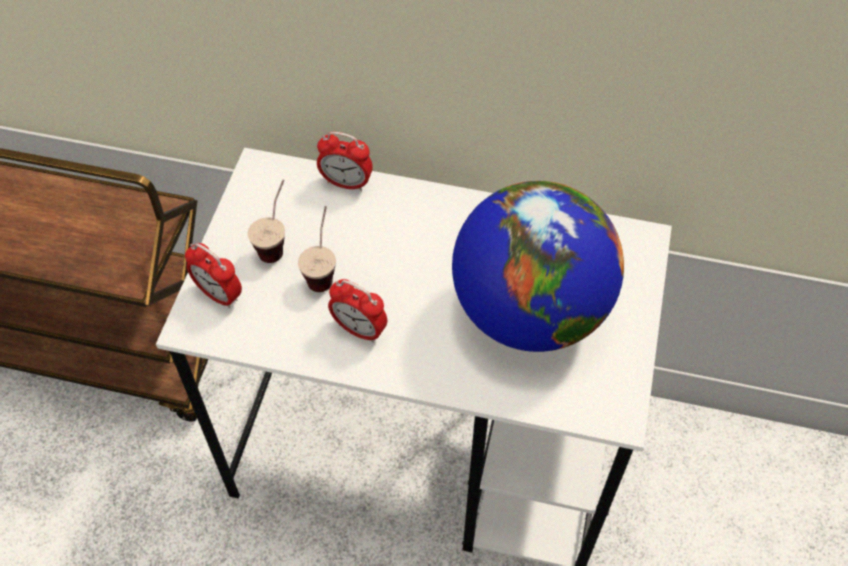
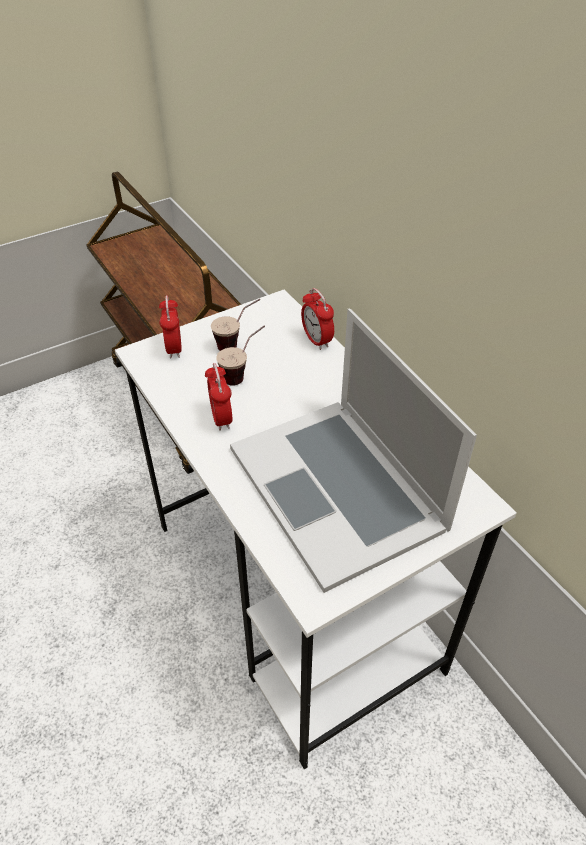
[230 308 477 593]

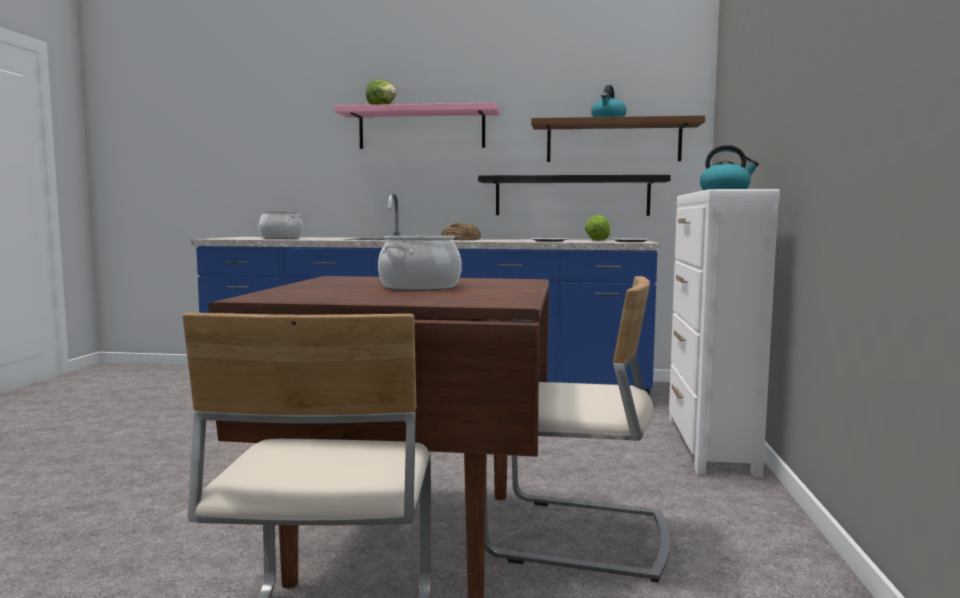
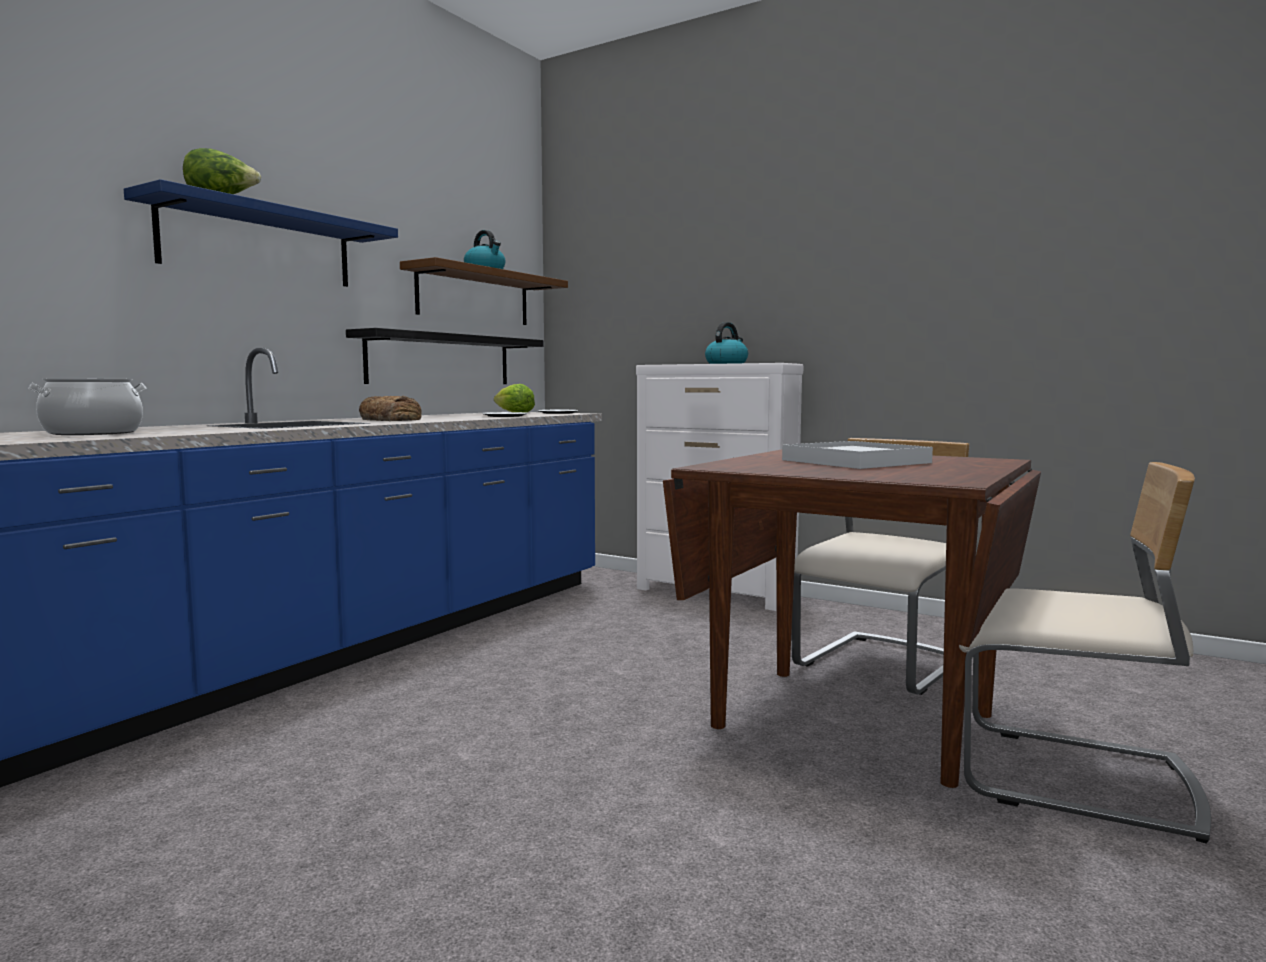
[124 179 398 287]
[782 441 933 469]

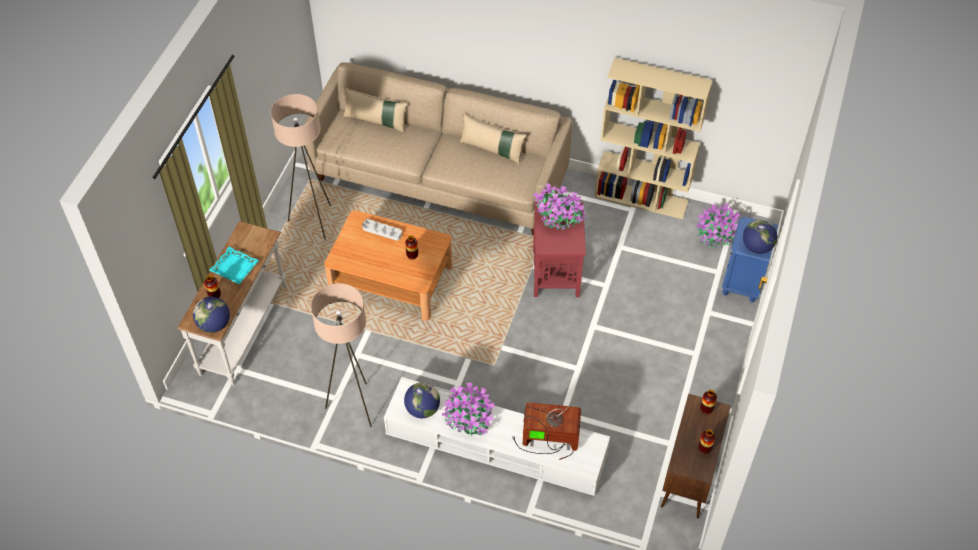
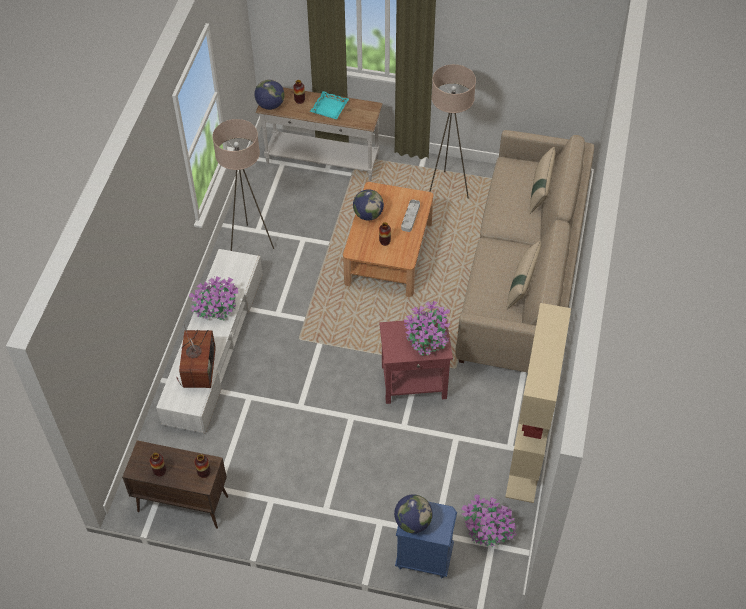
[353 189 384 220]

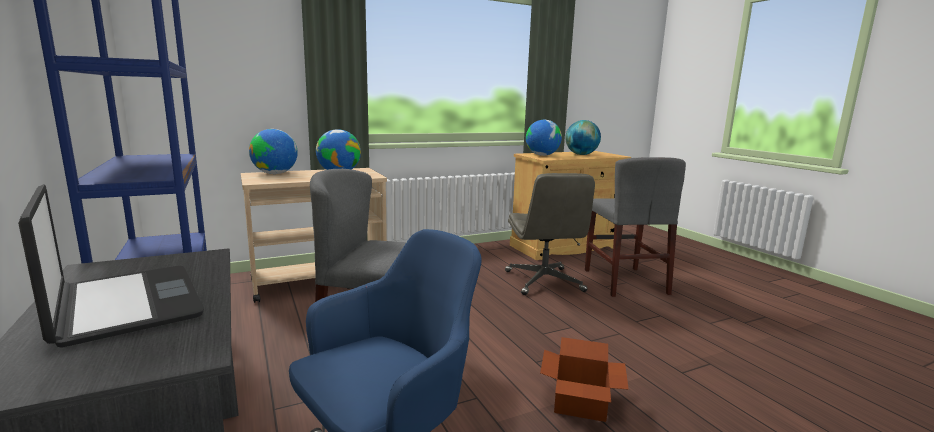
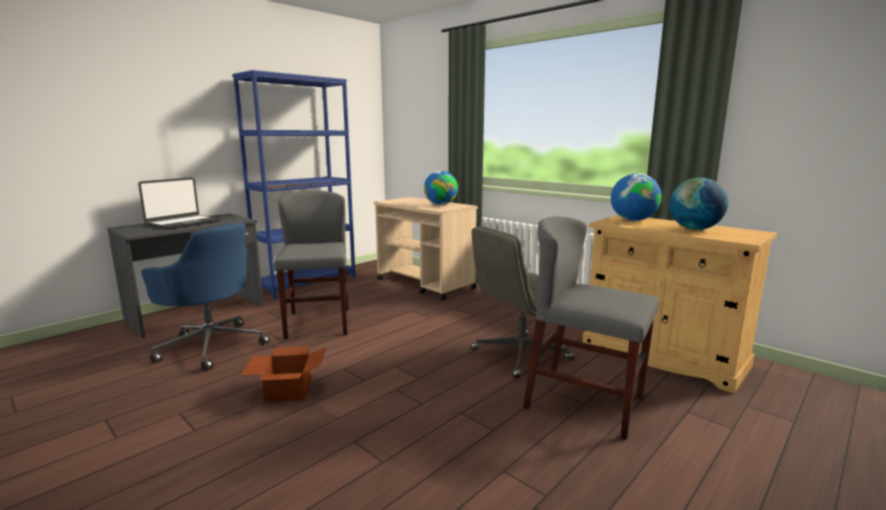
[249 129 298 174] (first image)
[523 216 659 440]

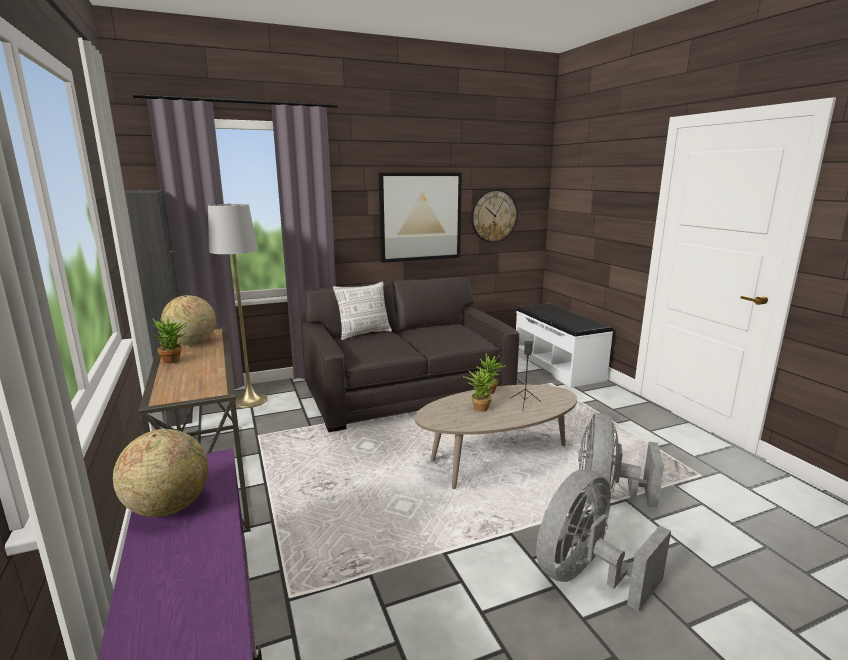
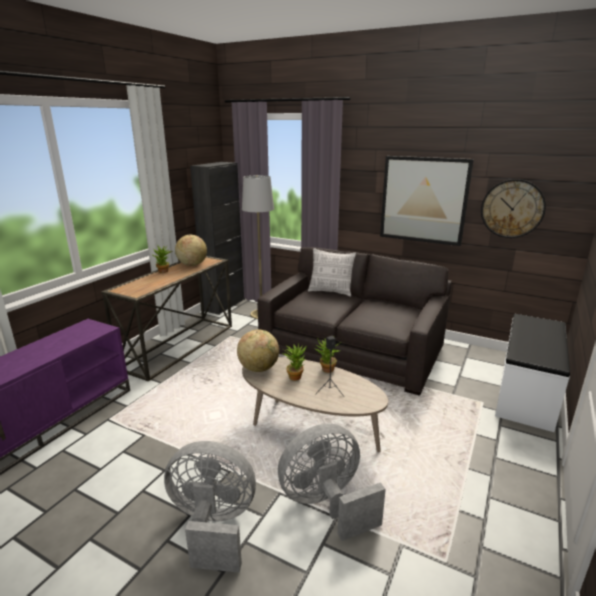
[237 329 279 372]

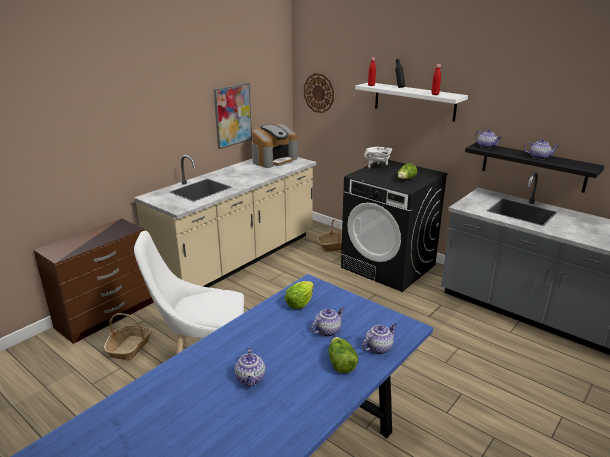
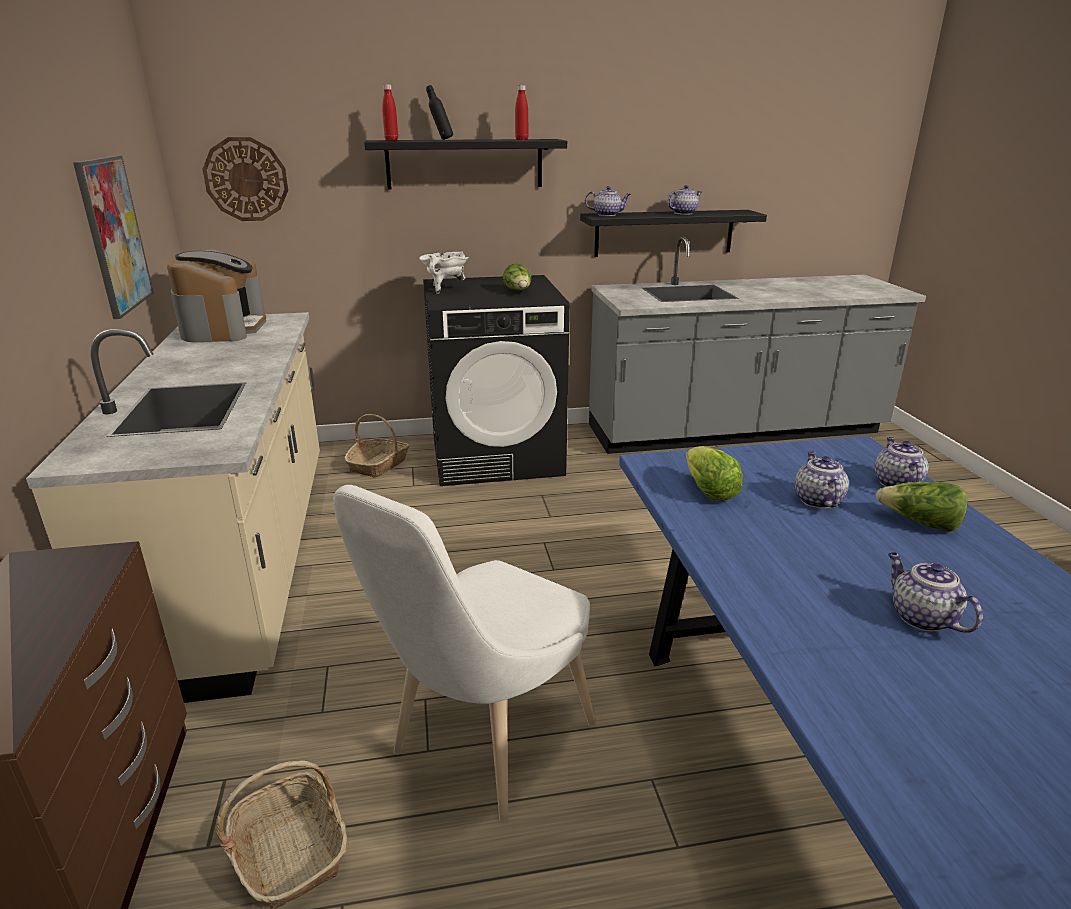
[364 139 567 190]
[888 552 983 633]

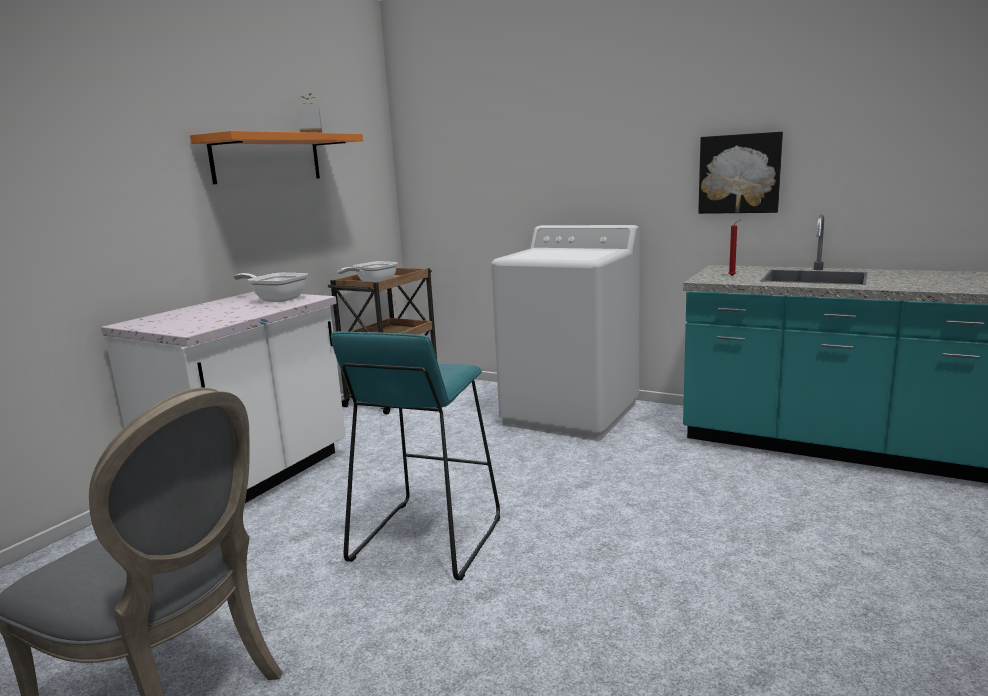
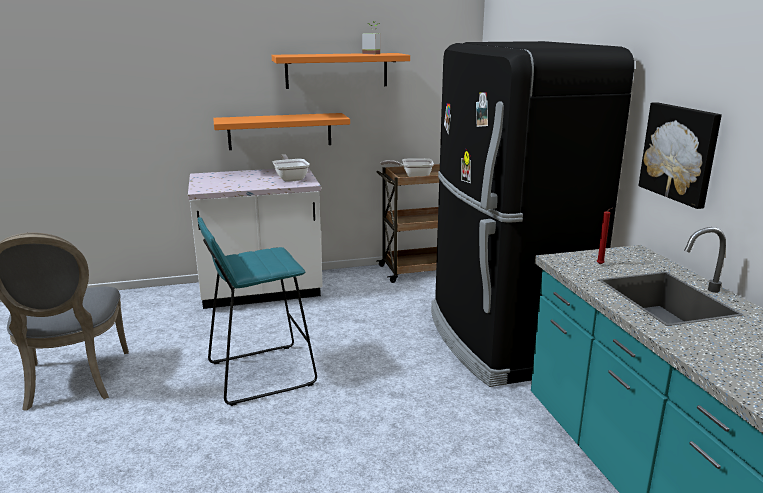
[431 41 634 387]
[213 113 350 150]

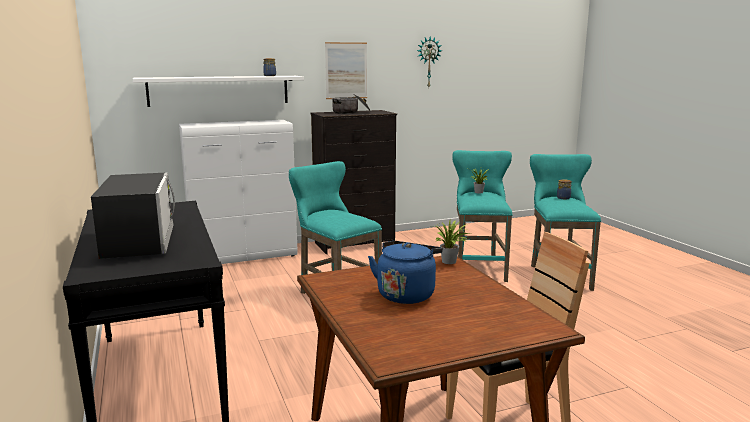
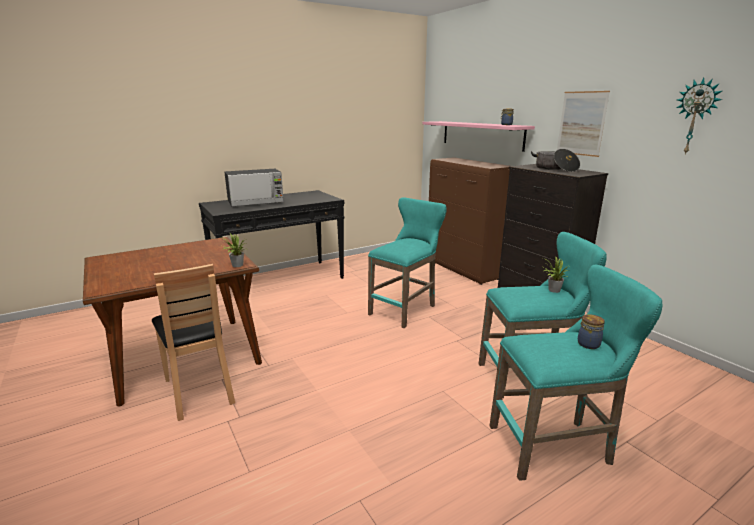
[422 121 535 152]
[429 157 510 285]
[368 241 443 304] (first image)

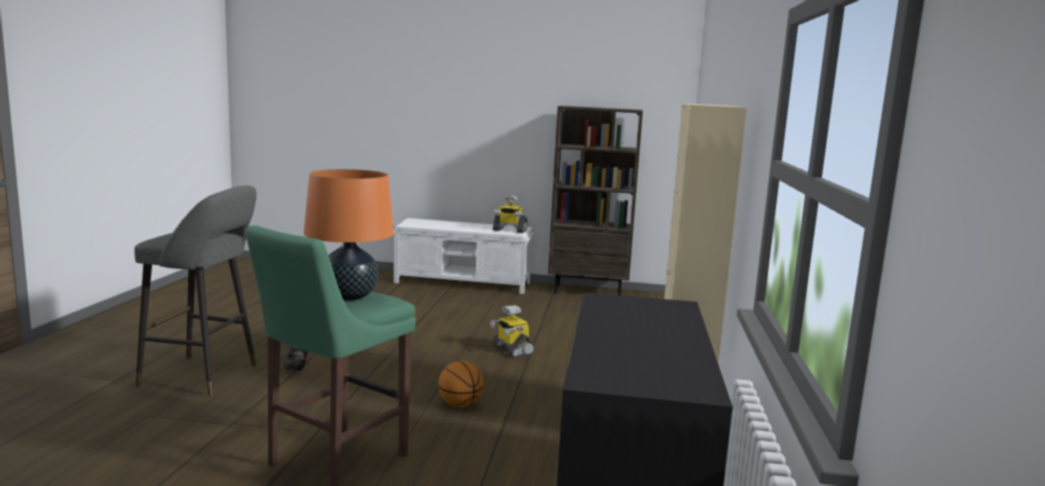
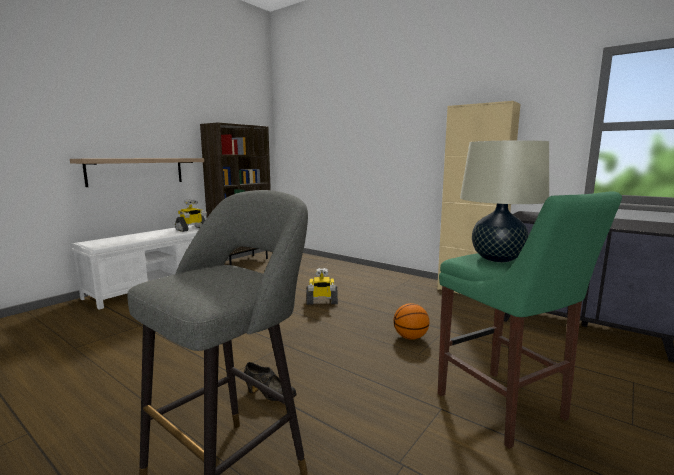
[460 140 549 262]
[70 158 204 187]

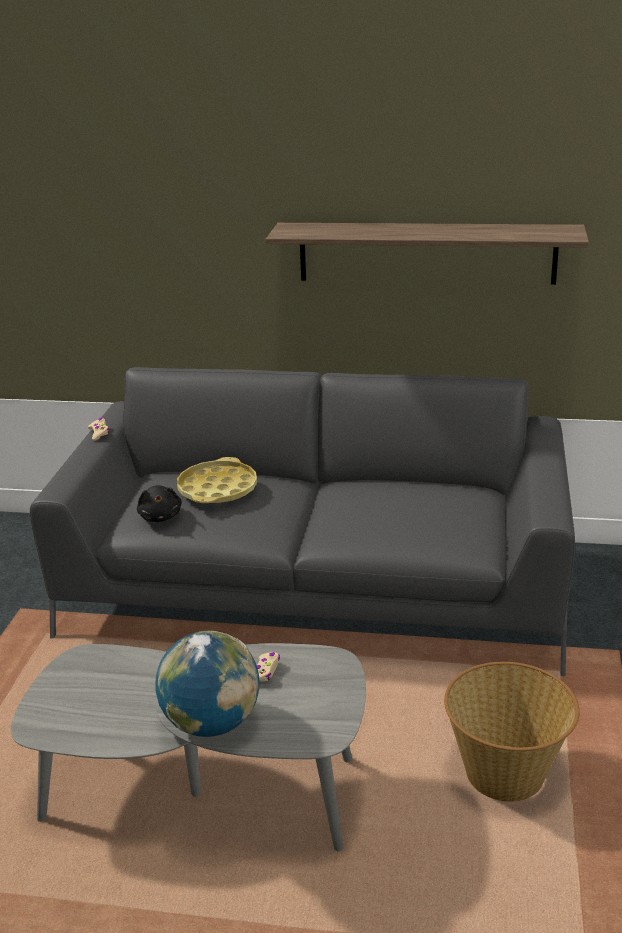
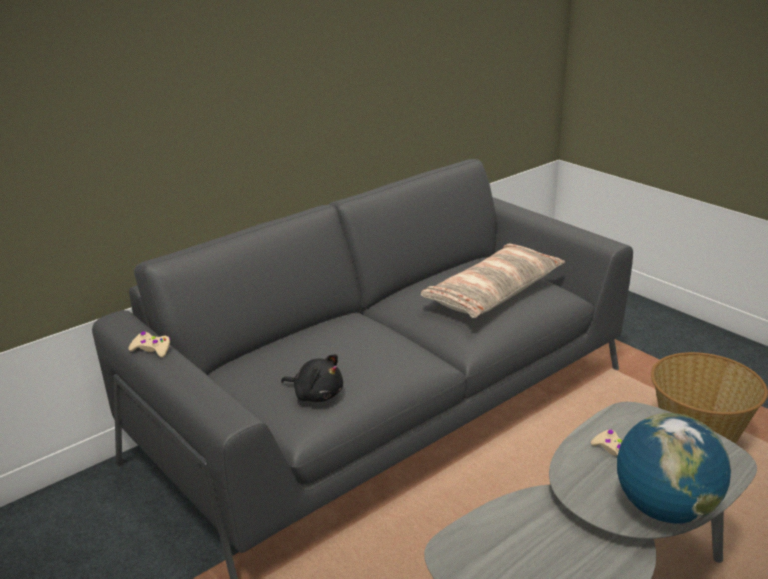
[266 223 589 285] (first image)
[177 457 257 503] (first image)
[421 244 565 318]

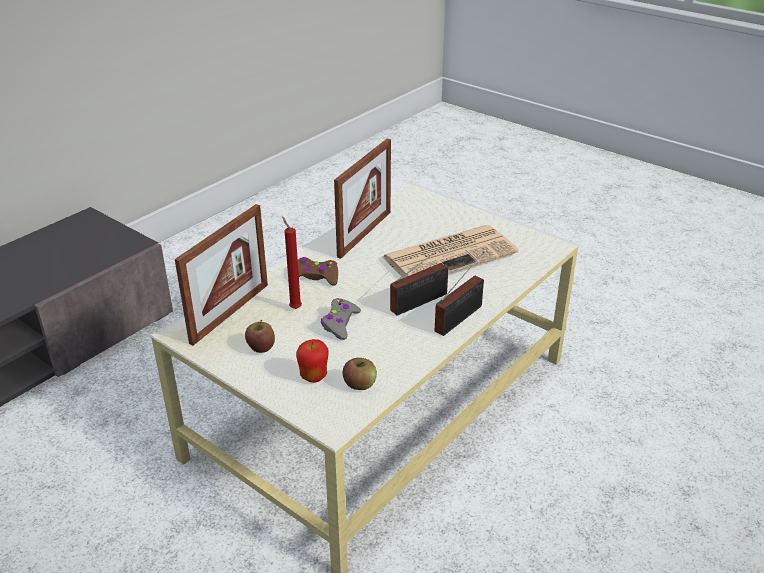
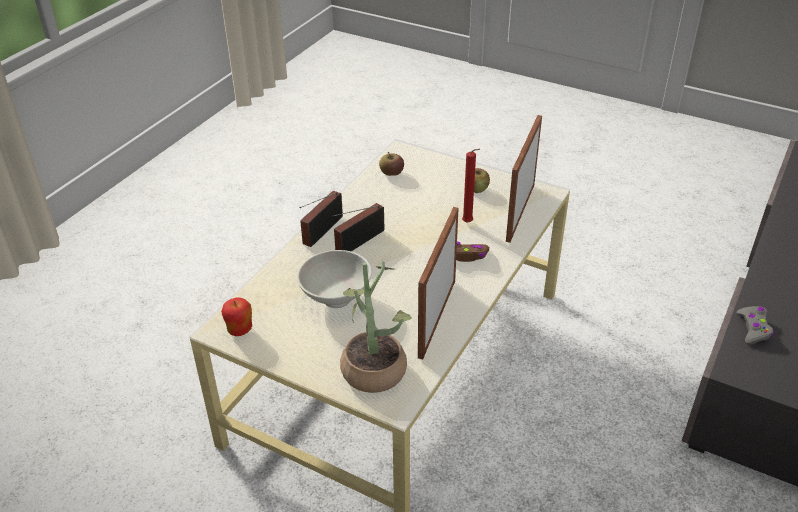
[297 250 372 308]
[737 306 774 345]
[221 298 252 336]
[340 262 412 393]

